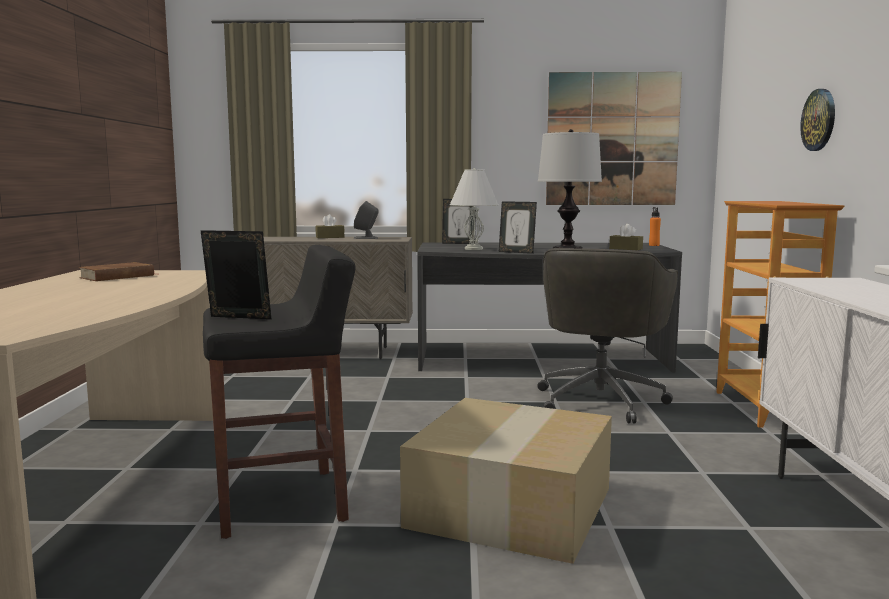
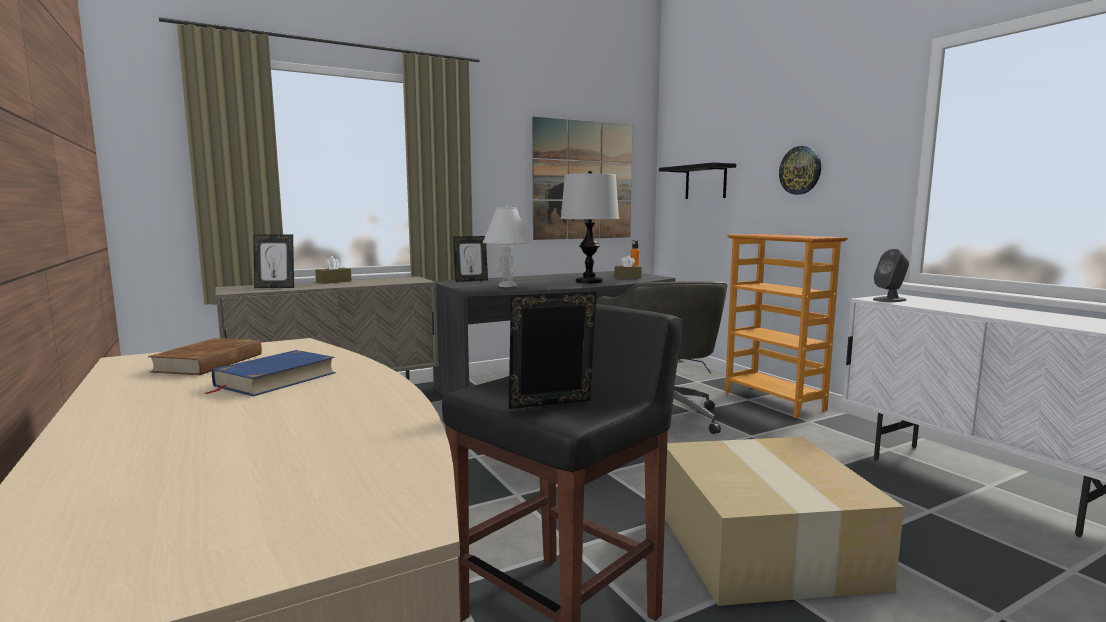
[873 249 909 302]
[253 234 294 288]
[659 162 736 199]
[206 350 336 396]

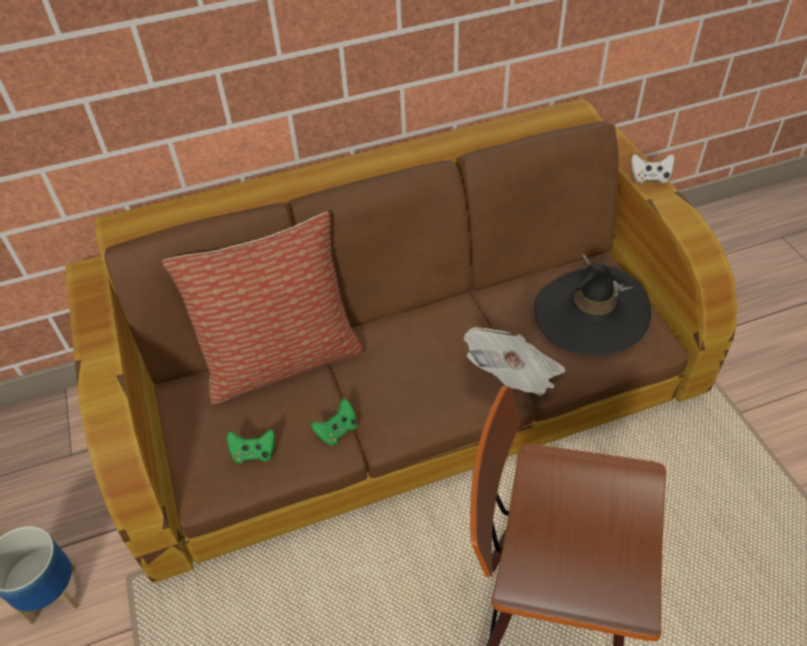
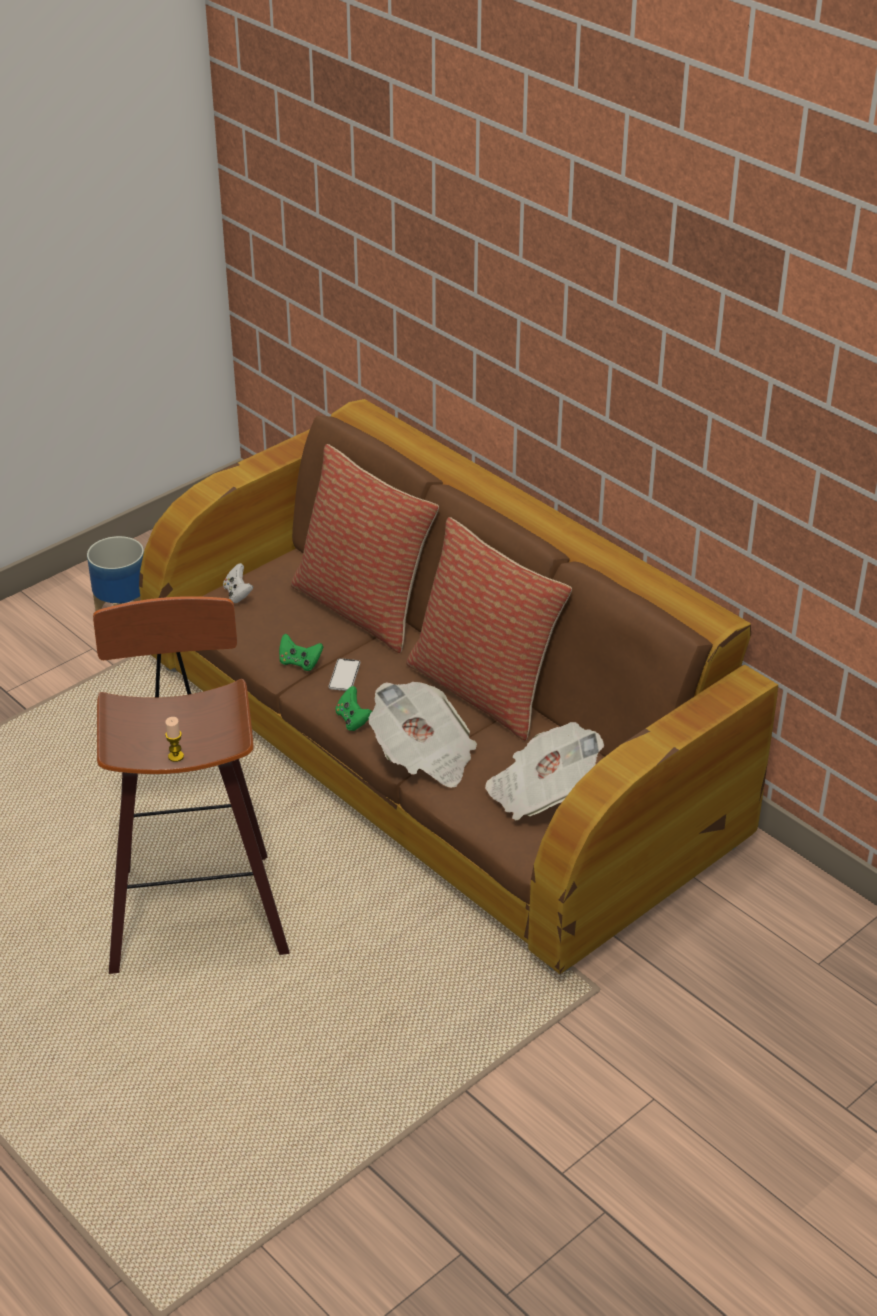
[223 563 254 603]
[485 722 604 820]
[335 686 372 731]
[406 517 572 740]
[328 658 361 691]
[165 717 184 762]

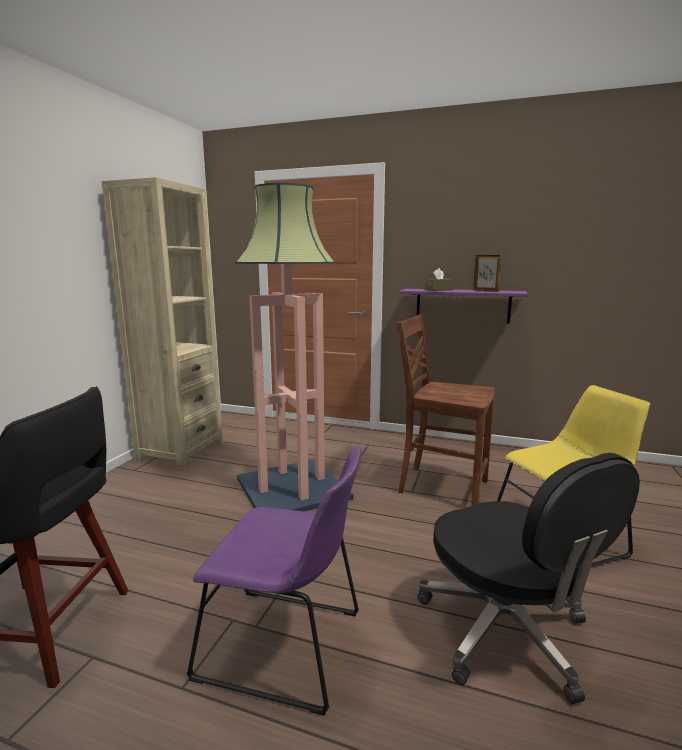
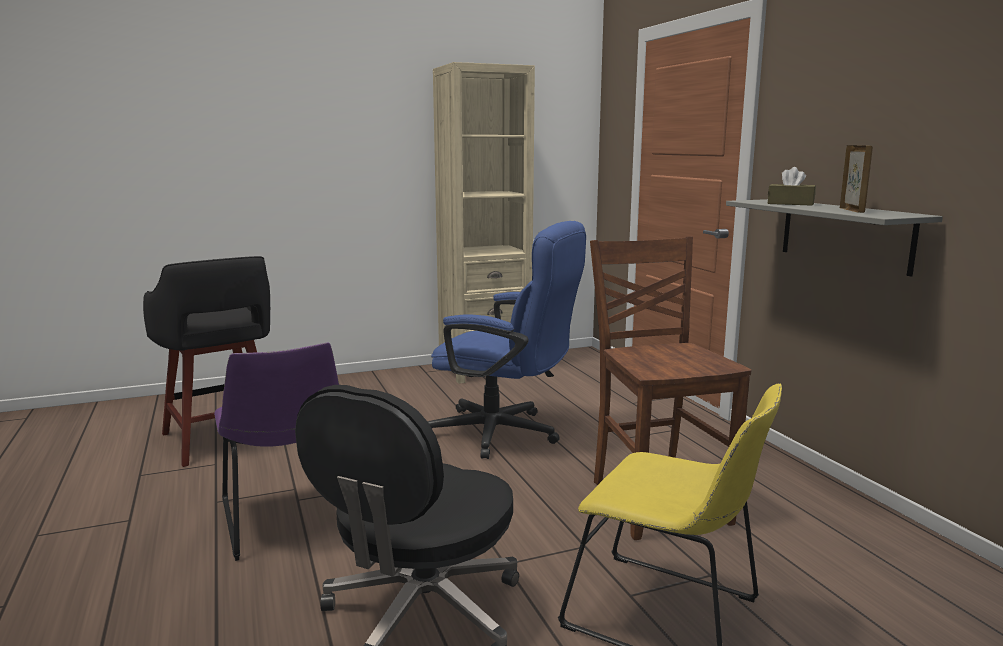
[428 221 586 459]
[726 199 943 277]

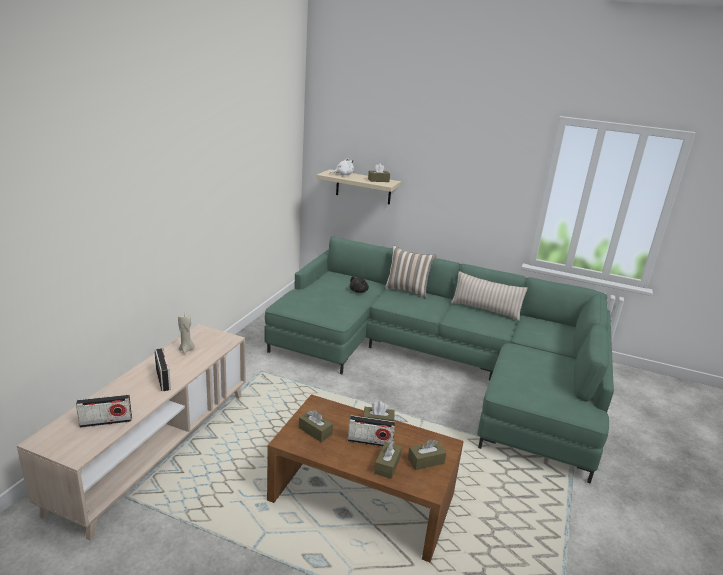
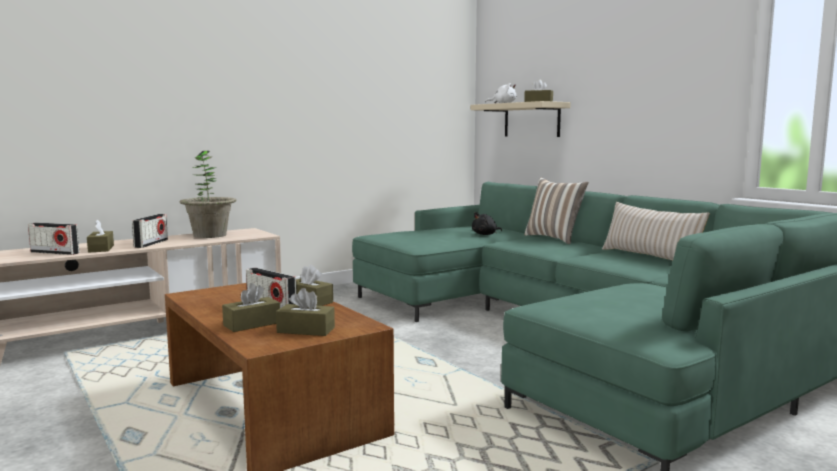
[180 151 236 238]
[87 219 114 253]

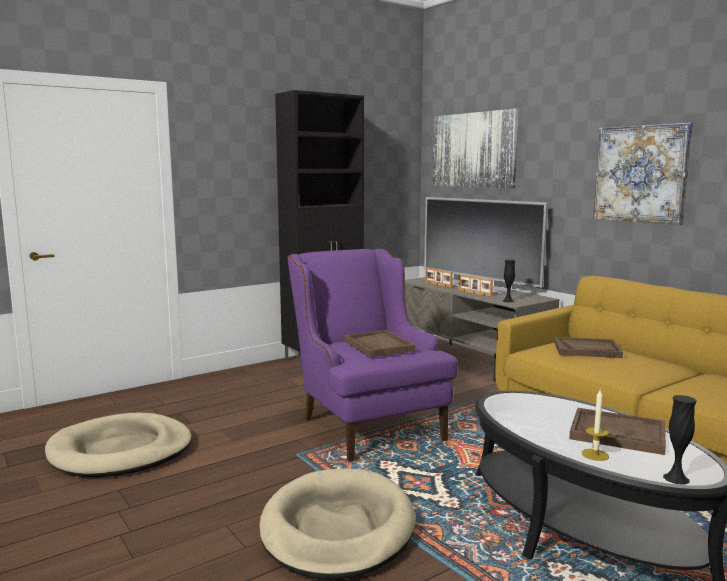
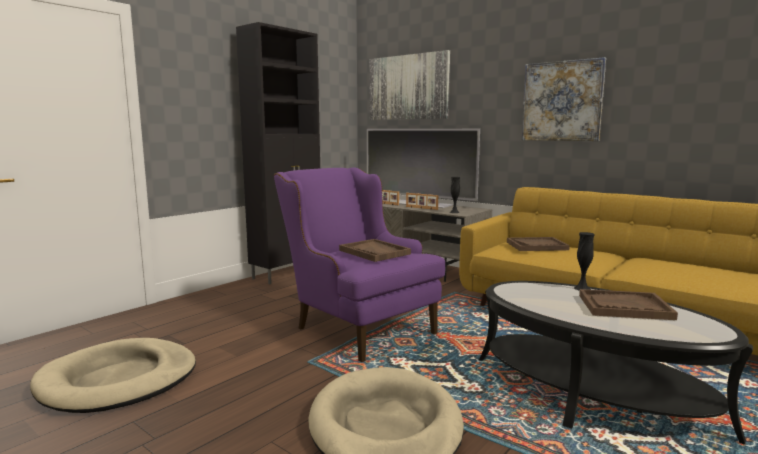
[582 390 609 461] (first image)
[574 232 595 291]

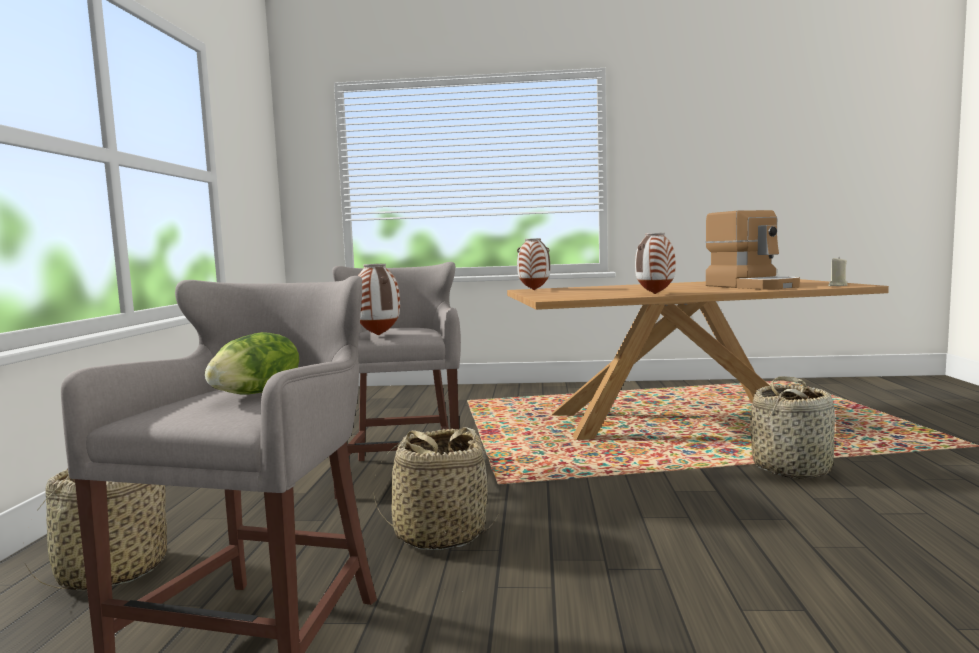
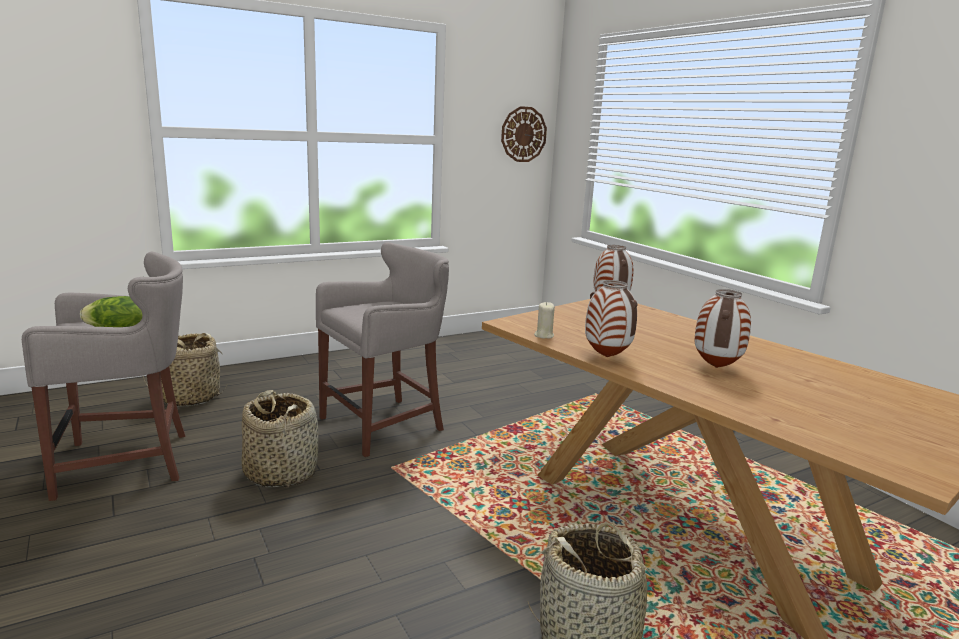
[706 210 800 290] (first image)
[534 302 555 339]
[695 289 751 368]
[501 106 547 162]

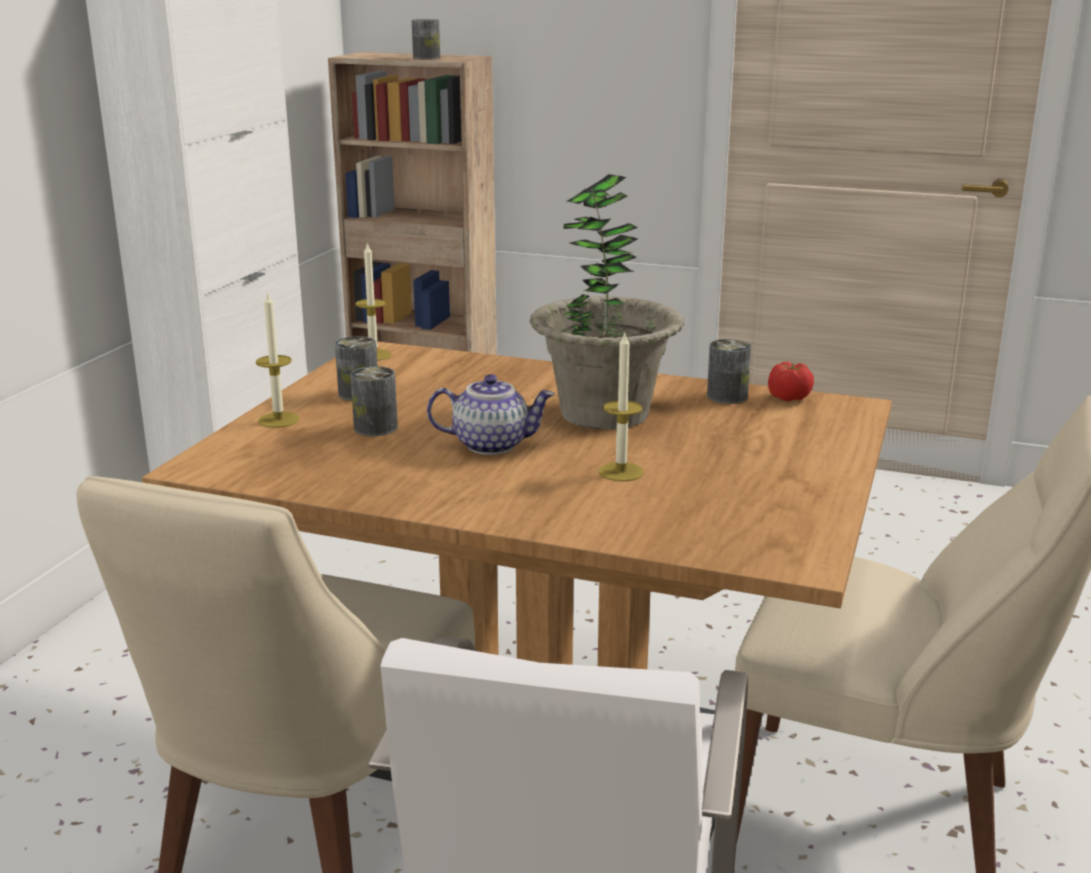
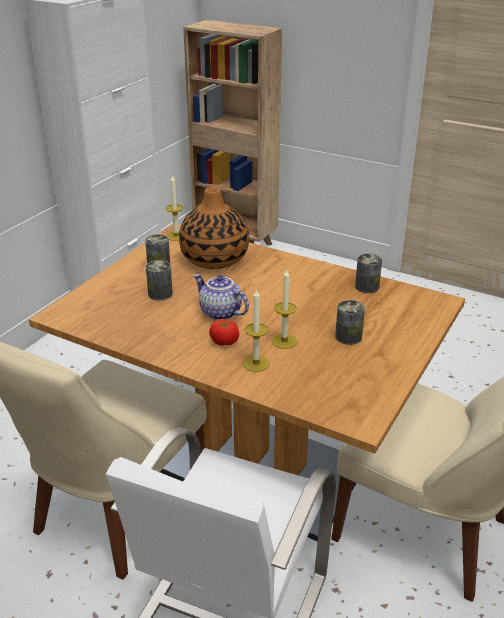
[335 300 365 345]
[529 174 684 430] (first image)
[243 289 270 372]
[209 319 239 346]
[193 274 249 320]
[179 187 249 269]

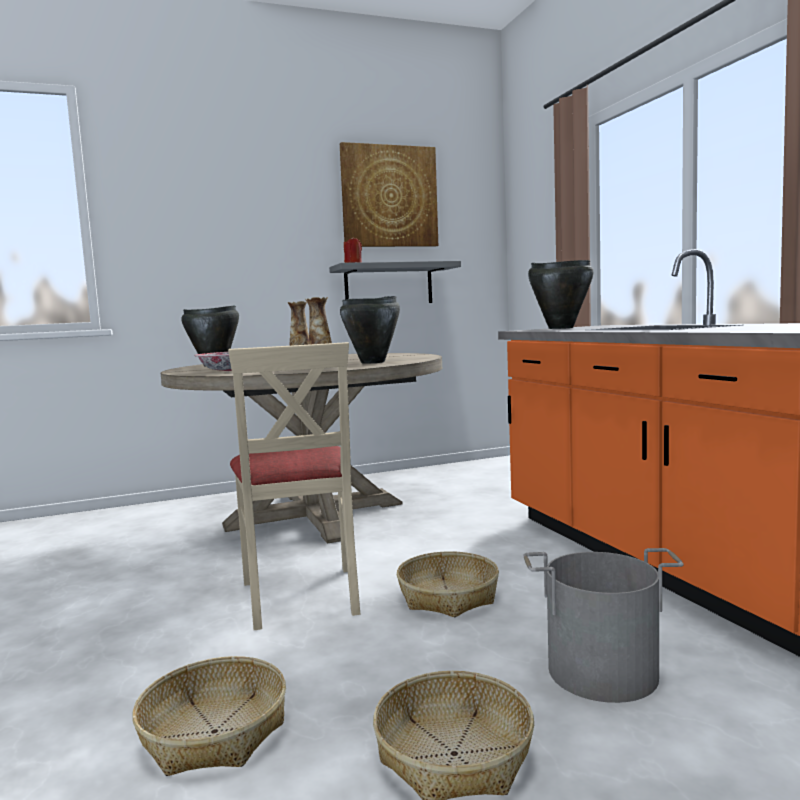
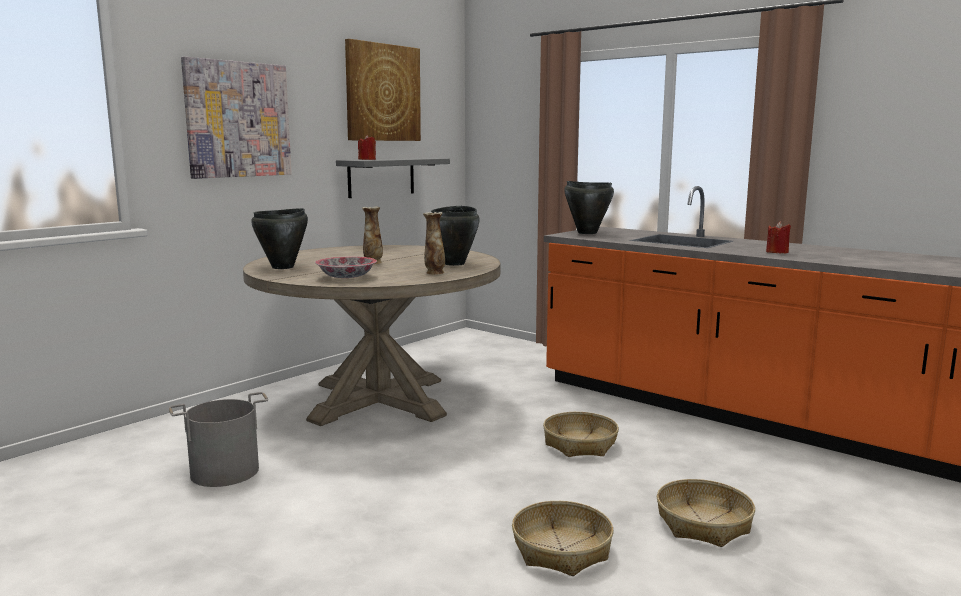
[228 342 360 630] (first image)
[169 392 268 487]
[181 57 292 179]
[766 221 791 253]

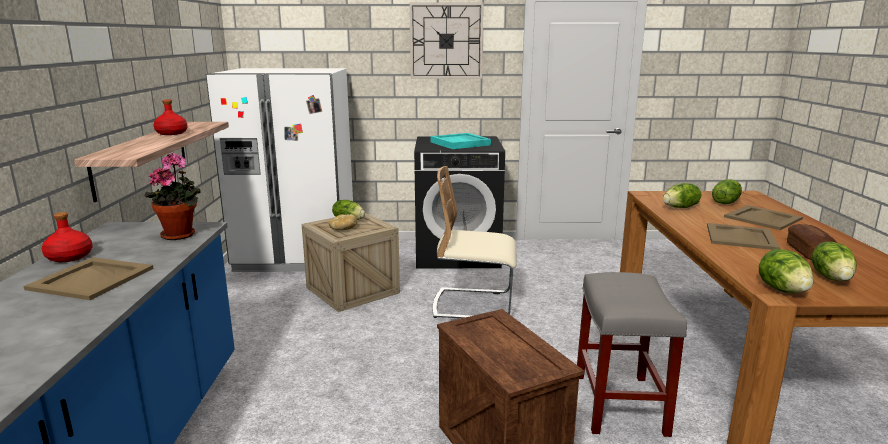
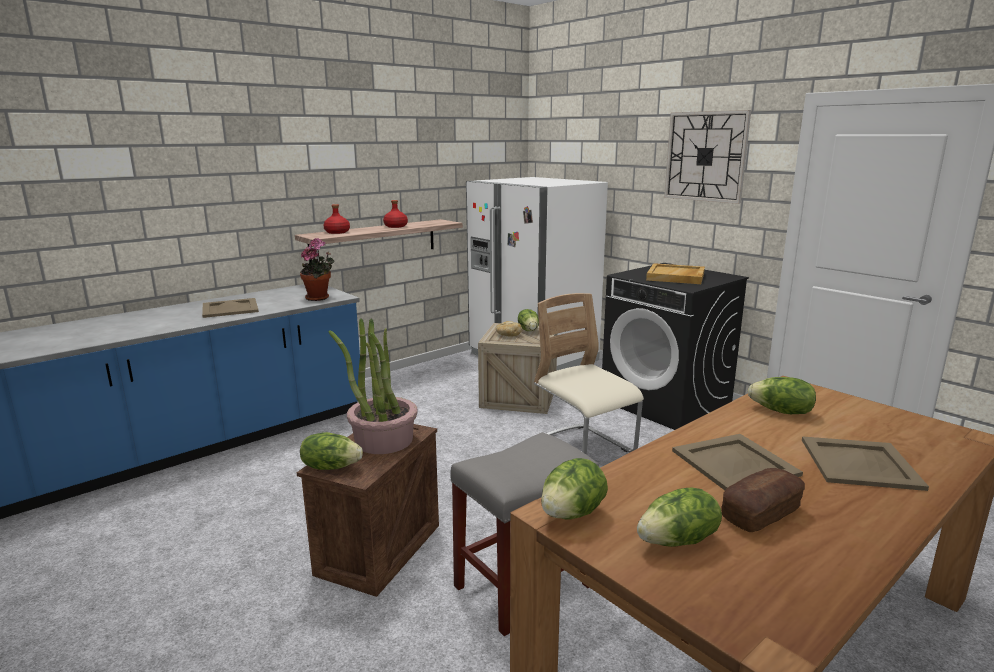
[646 263 705 284]
[300 432 363 470]
[323 204 350 234]
[329 318 418 454]

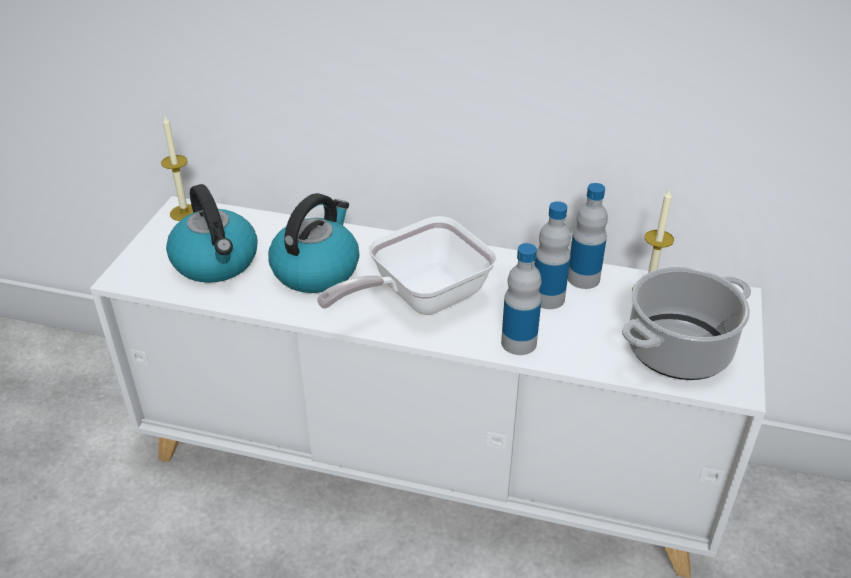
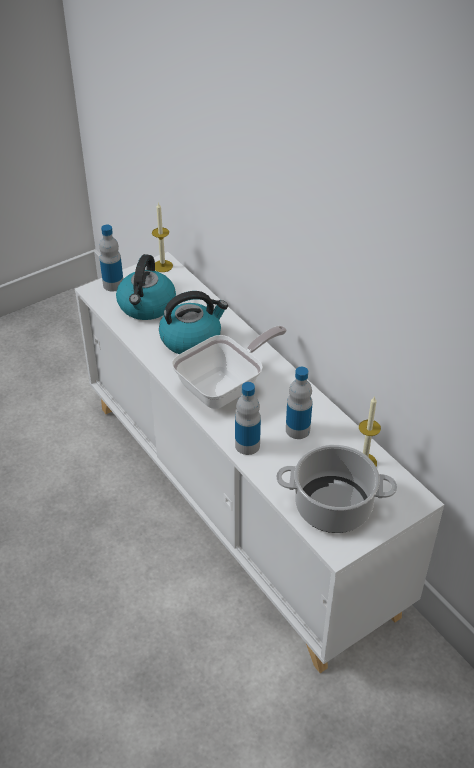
[99 225 123 291]
[172 326 287 409]

